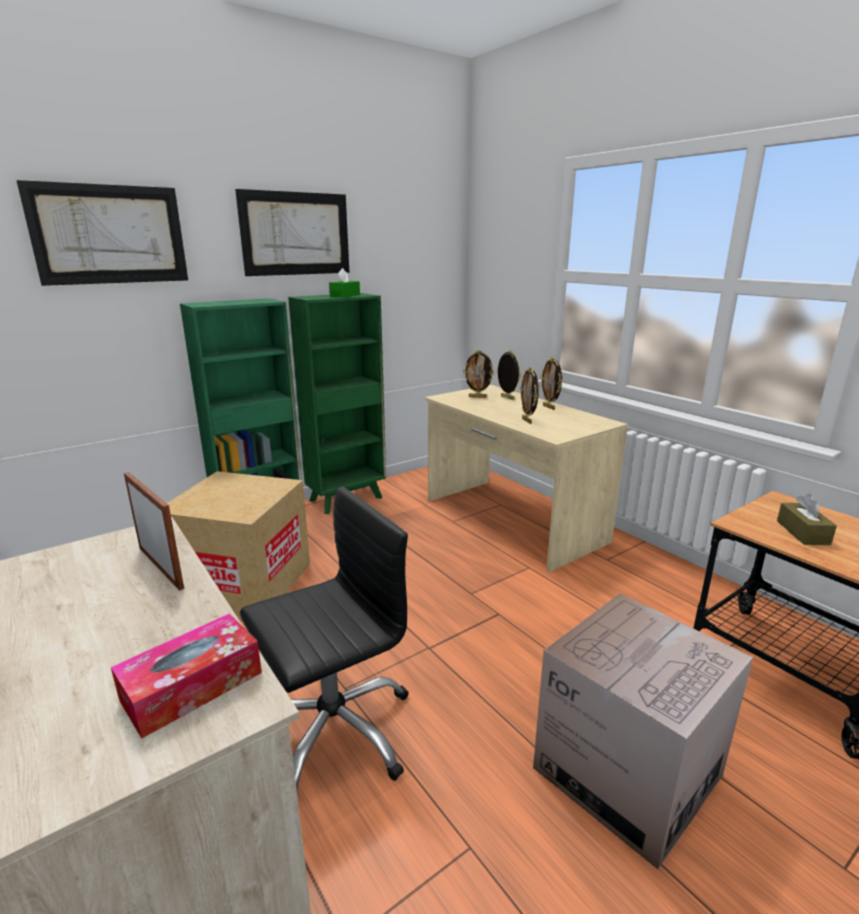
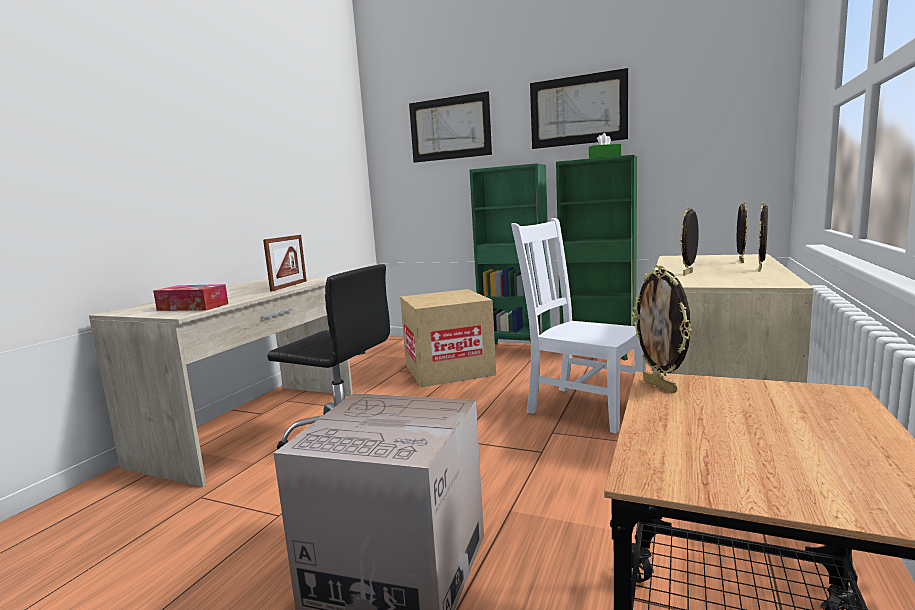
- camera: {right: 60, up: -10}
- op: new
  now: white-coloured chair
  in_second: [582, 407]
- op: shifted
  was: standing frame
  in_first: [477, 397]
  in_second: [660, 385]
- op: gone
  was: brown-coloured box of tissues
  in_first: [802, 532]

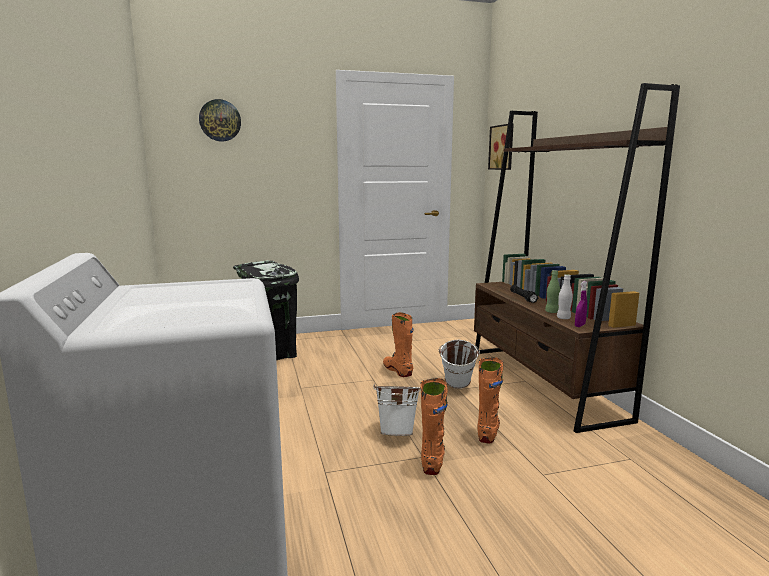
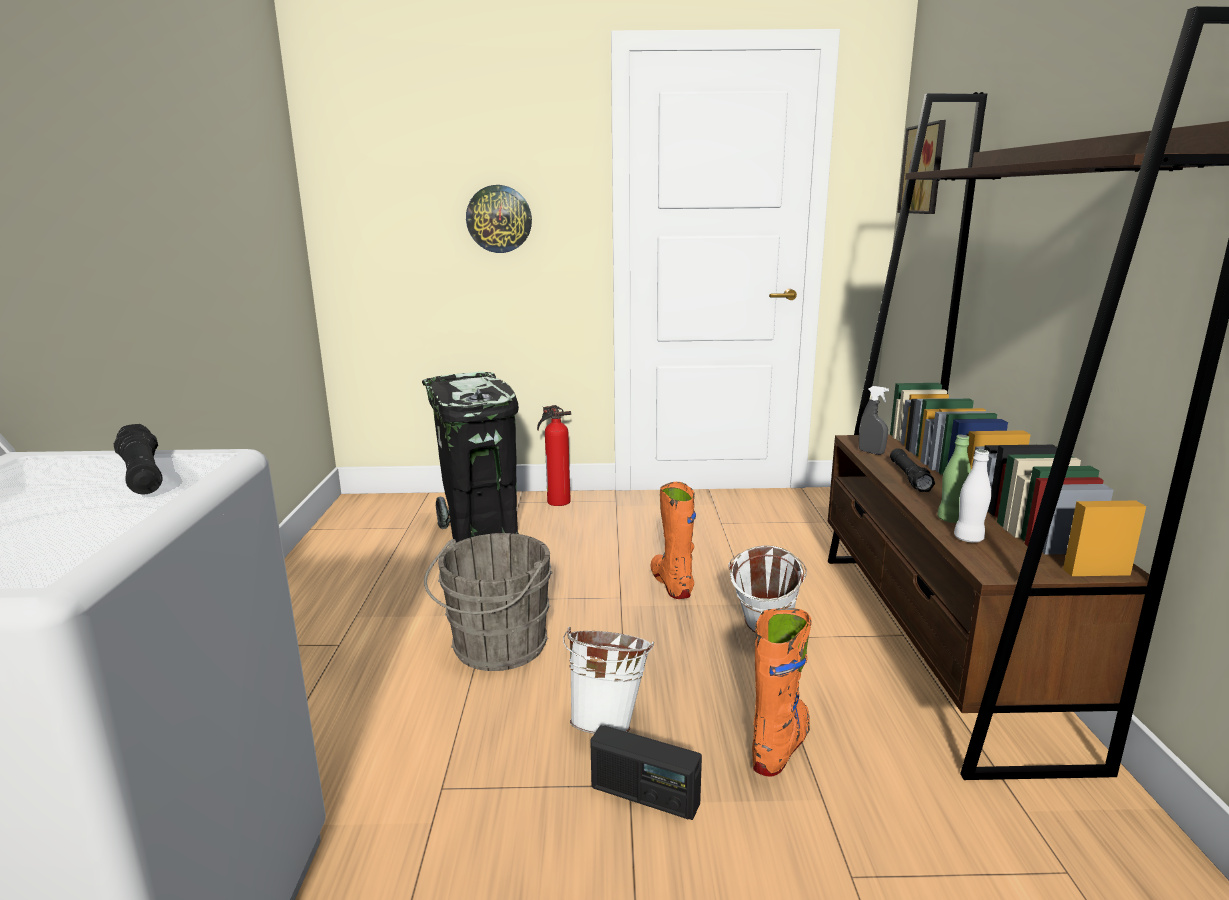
- camera: {right: 15, up: 5}
- op: new
  now: black-coloured flashlight
  in_second: [142, 475]
- op: new
  now: greyish pail
  in_second: [496, 648]
- op: shifted
  was: hanging clock
  in_first: [220, 120]
  in_second: [499, 219]
- op: new
  now: extinguisher
  in_second: [557, 501]
- op: swapped
  was: orange-coloured tall boot
  now: radio
  in_first: [433, 460]
  in_second: [644, 795]
- op: new
  now: greyish sprayer
  in_second: [871, 452]
- op: gone
  was: purple sprayer
  in_first: [580, 325]

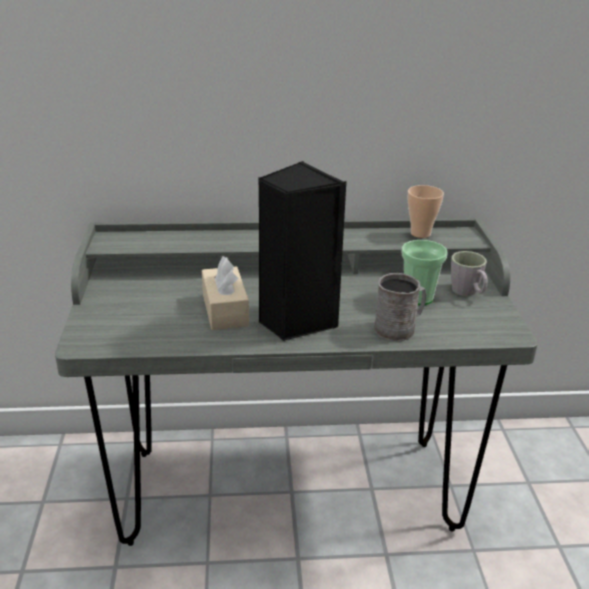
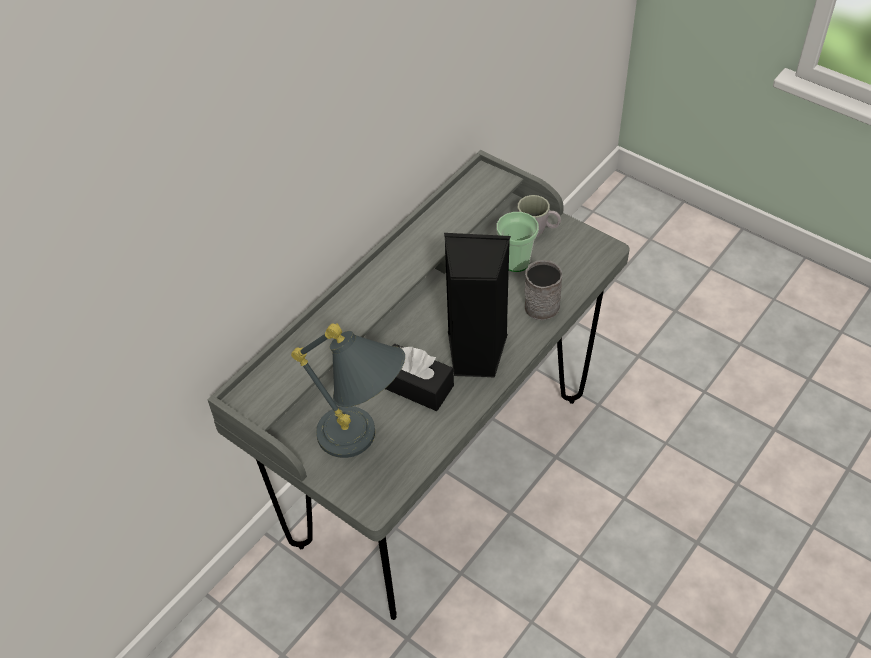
- camera: {right: -45, up: 20}
- op: new
  now: greyish lamp for a table
  in_second: [364, 443]
- op: repainted
  was: sand-coloured box of tissues
  now: black-coloured box of tissues
  in_first: [225, 310]
  in_second: [416, 386]
- op: gone
  was: small cup
  in_first: [420, 233]

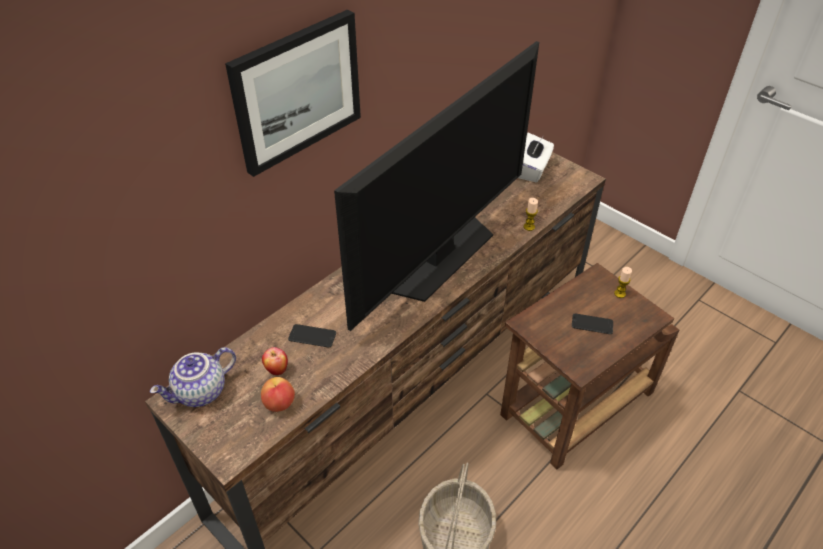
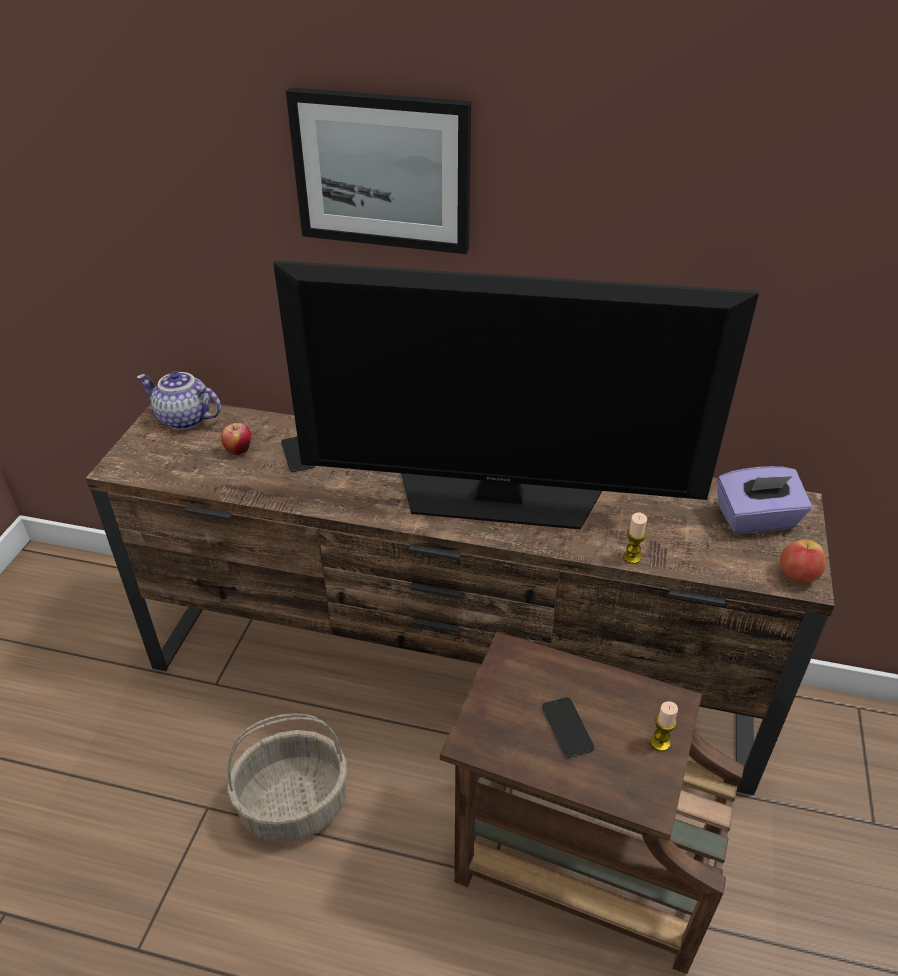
- camera: {right: 60, up: -5}
- op: repainted
  was: white-coloured box of tissues
  now: purple box of tissues
  in_first: [531, 169]
  in_second: [756, 519]
- op: shifted
  was: apple fruit
  in_first: [279, 403]
  in_second: [797, 575]

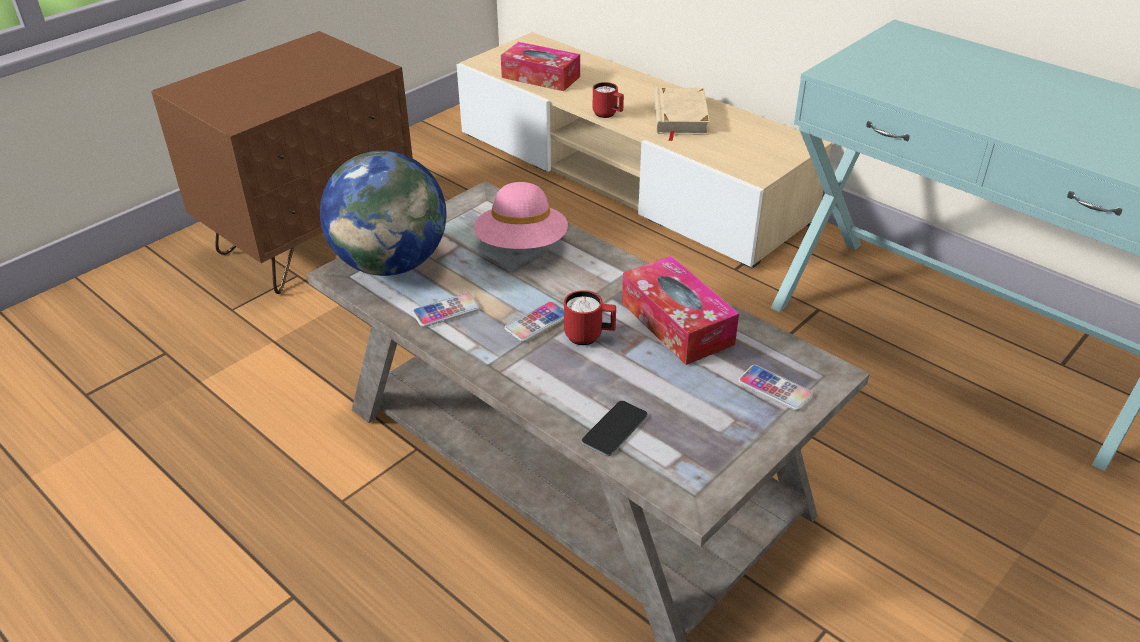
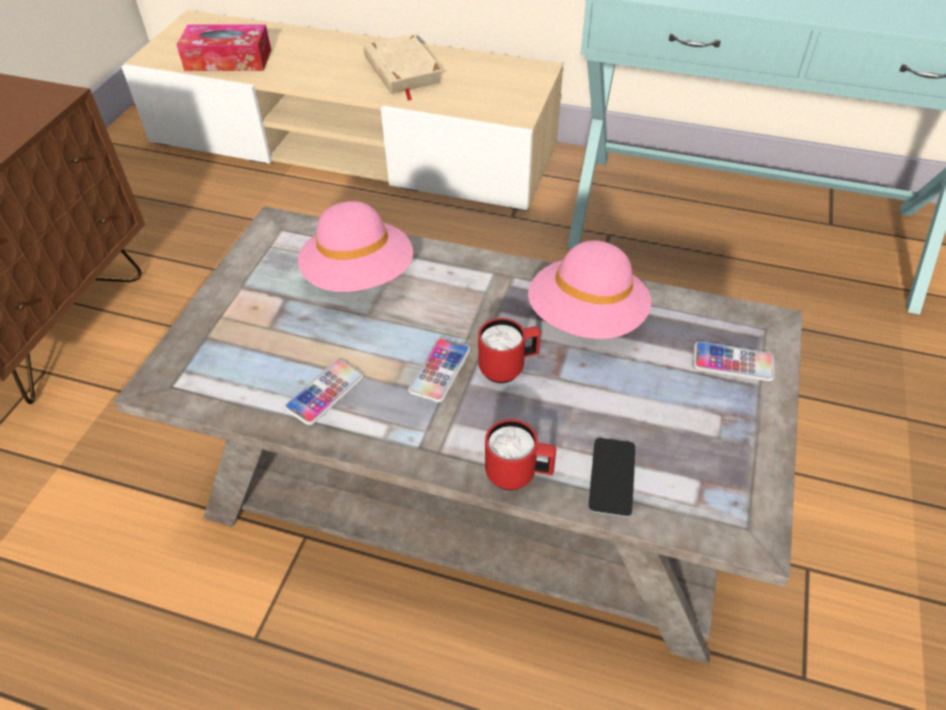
- camera: {right: -25, up: 10}
- op: shifted
  was: red-coloured mug
  in_first: [608, 115]
  in_second: [518, 475]
- op: swapped
  was: box of tissues
  now: pinkish wearable hat
  in_first: [677, 323]
  in_second: [586, 318]
- op: gone
  was: desk globe
  in_first: [391, 264]

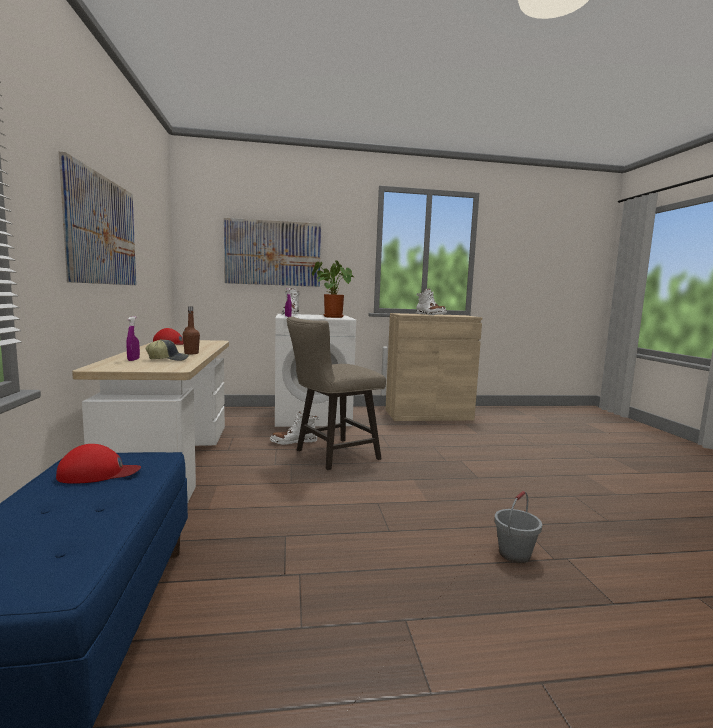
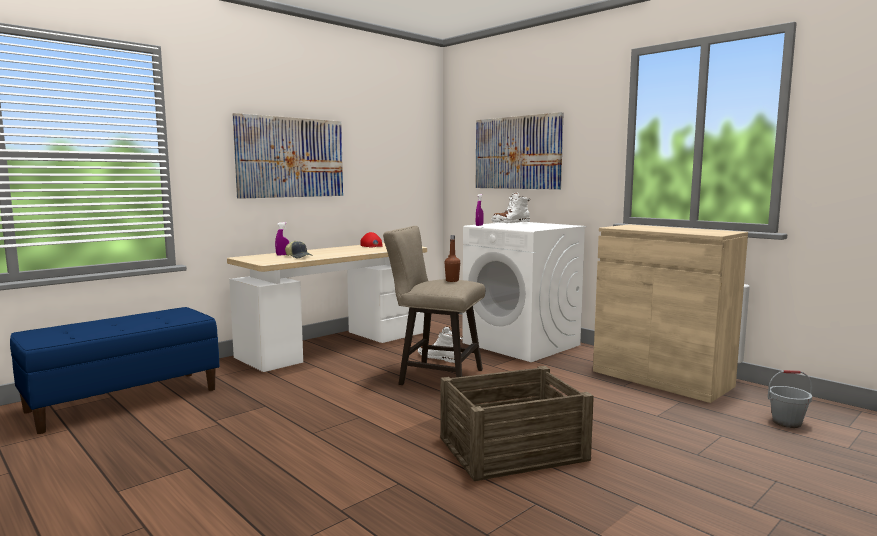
- camera: {right: 55, up: 0}
- op: new
  now: packing crate
  in_second: [513, 449]
- op: shifted
  was: brown-coloured beverage bottle
  in_first: [191, 353]
  in_second: [452, 281]
- op: shifted
  was: greyish pail
  in_first: [514, 554]
  in_second: [787, 422]
- op: gone
  was: red-coloured cap
  in_first: [98, 473]
- op: gone
  was: houseplant
  in_first: [331, 317]
- op: gone
  was: white-coloured tall boot
  in_first: [430, 314]

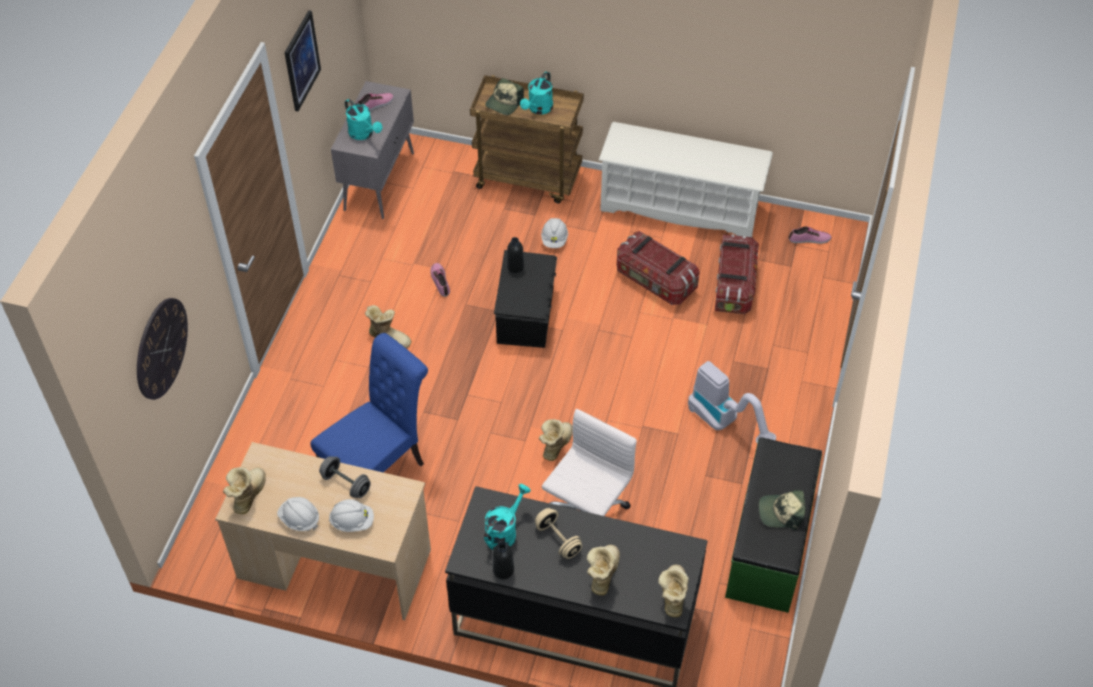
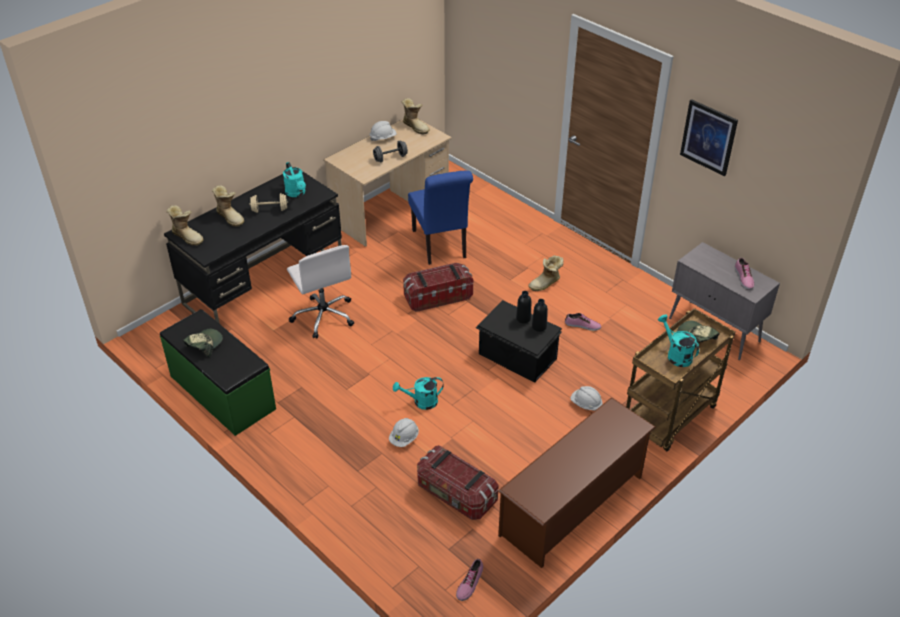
- camera: {right: 120, up: -10}
- op: shifted
  was: white-coloured safety helmet
  in_first: [352, 522]
  in_second: [404, 438]
- op: shifted
  was: turquoise sprinkling can
  in_first: [364, 134]
  in_second: [421, 402]
- op: shifted
  was: storage box
  in_first: [655, 281]
  in_second: [437, 297]
- op: repainted
  was: white-coloured shoe rack
  now: brown-coloured shoe rack
  in_first: [681, 207]
  in_second: [572, 505]
- op: shifted
  was: black-coloured beverage bottle
  in_first: [503, 570]
  in_second: [523, 318]
- op: gone
  was: hanging clock
  in_first: [161, 348]
- op: gone
  was: tall boot
  in_first: [555, 445]
- op: gone
  was: vacuum cleaner
  in_first: [725, 423]

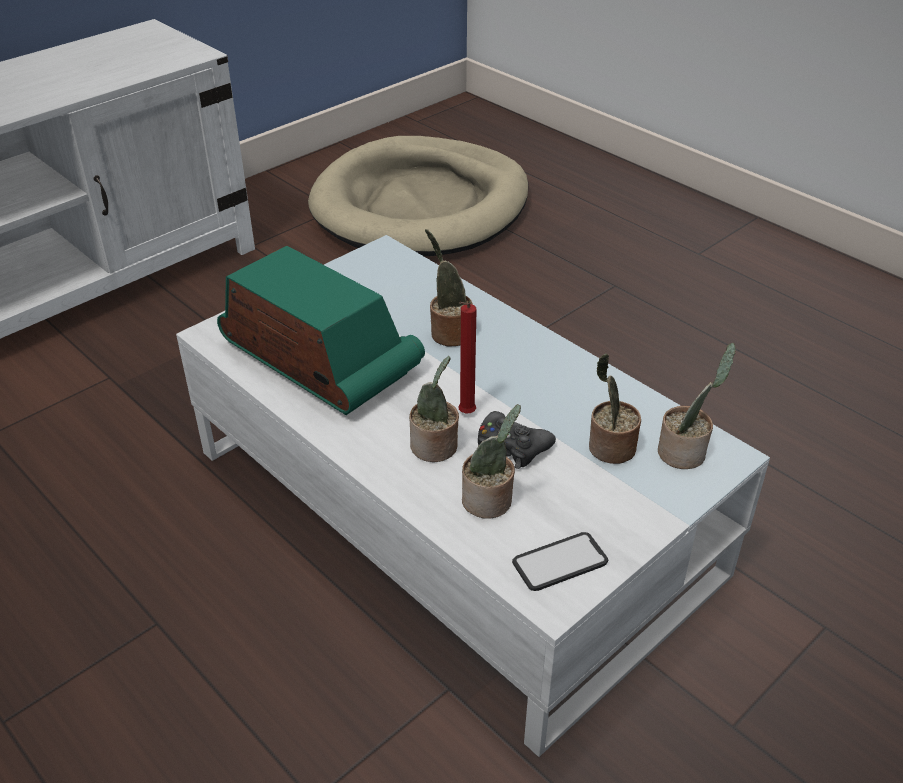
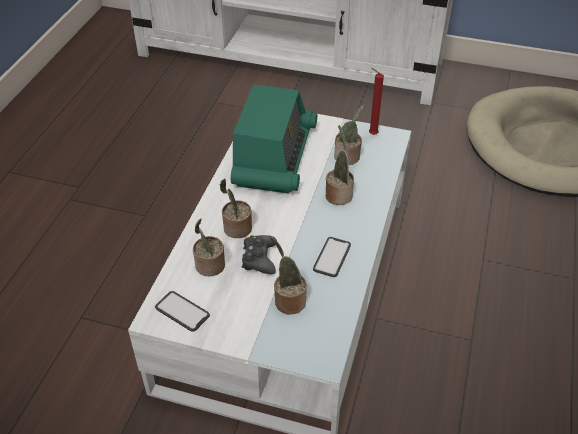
- camera: {right: 60, up: 5}
- op: new
  now: handset
  in_second: [332, 257]
- op: shifted
  was: houseplant
  in_first: [685, 452]
  in_second: [348, 158]
- op: shifted
  was: red-coloured wax light
  in_first: [465, 415]
  in_second: [371, 134]

